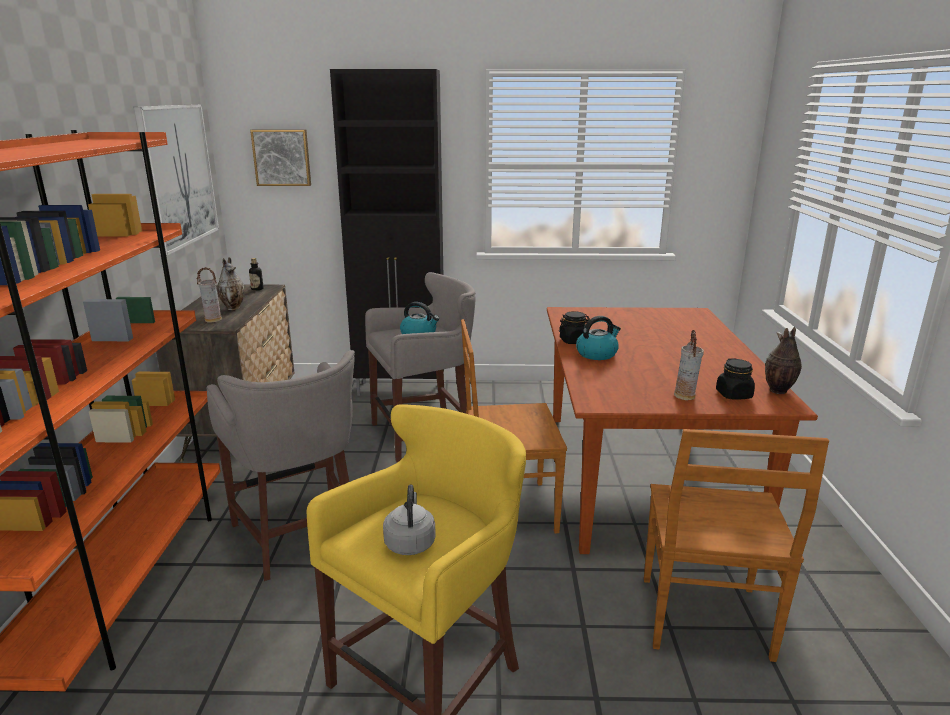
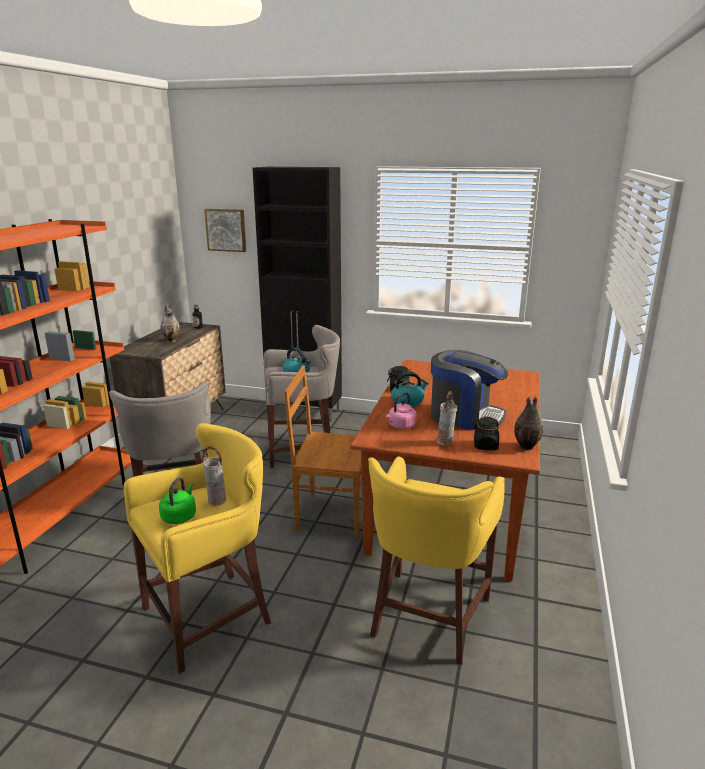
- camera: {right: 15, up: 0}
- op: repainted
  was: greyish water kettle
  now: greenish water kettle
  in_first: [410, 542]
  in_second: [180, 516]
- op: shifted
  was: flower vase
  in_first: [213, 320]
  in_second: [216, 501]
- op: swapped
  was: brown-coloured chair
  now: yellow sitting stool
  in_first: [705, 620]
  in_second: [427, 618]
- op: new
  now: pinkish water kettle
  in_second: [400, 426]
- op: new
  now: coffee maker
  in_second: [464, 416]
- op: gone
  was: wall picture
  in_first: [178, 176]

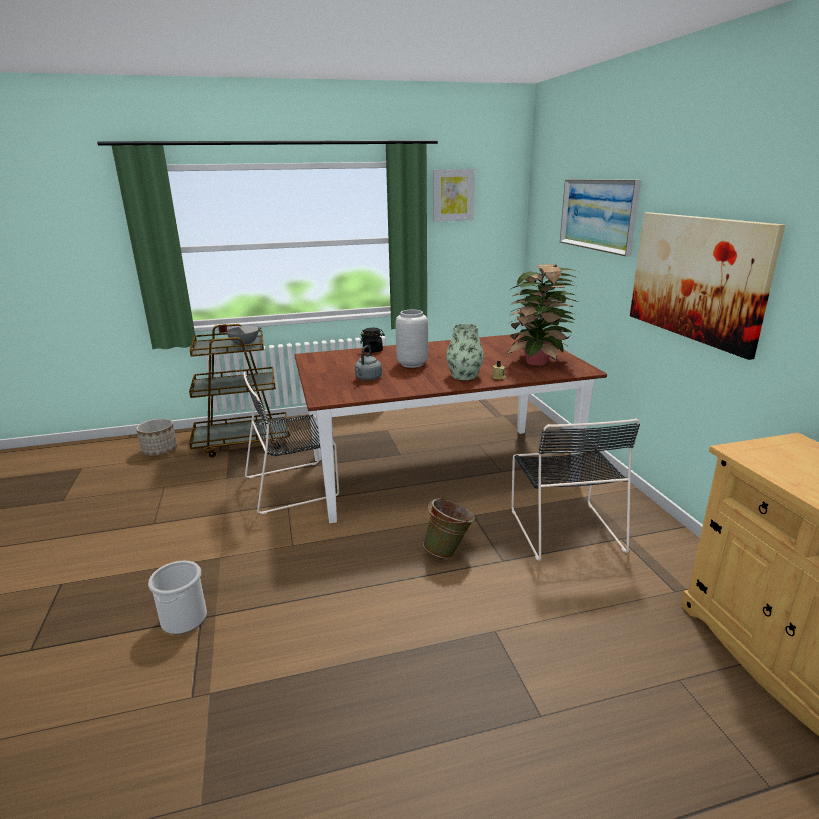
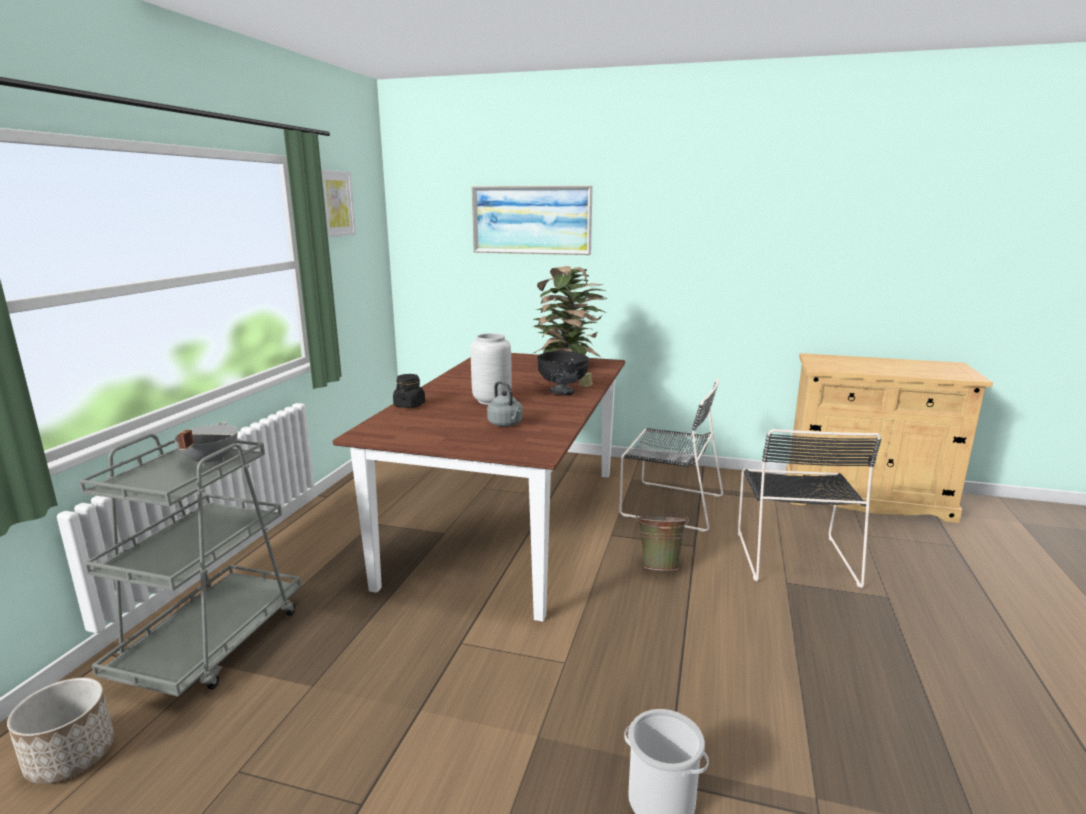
- camera: {right: -60, up: -5}
- op: repainted
  was: brown-coloured cart
  now: greyish cart
  in_first: [243, 442]
  in_second: [212, 642]
- op: swapped
  was: flower vase
  now: black-coloured bowl
  in_first: [464, 375]
  in_second: [562, 392]
- op: shifted
  was: black-coloured chair
  in_first: [294, 485]
  in_second: [794, 555]
- op: gone
  was: wall picture
  in_first: [696, 278]

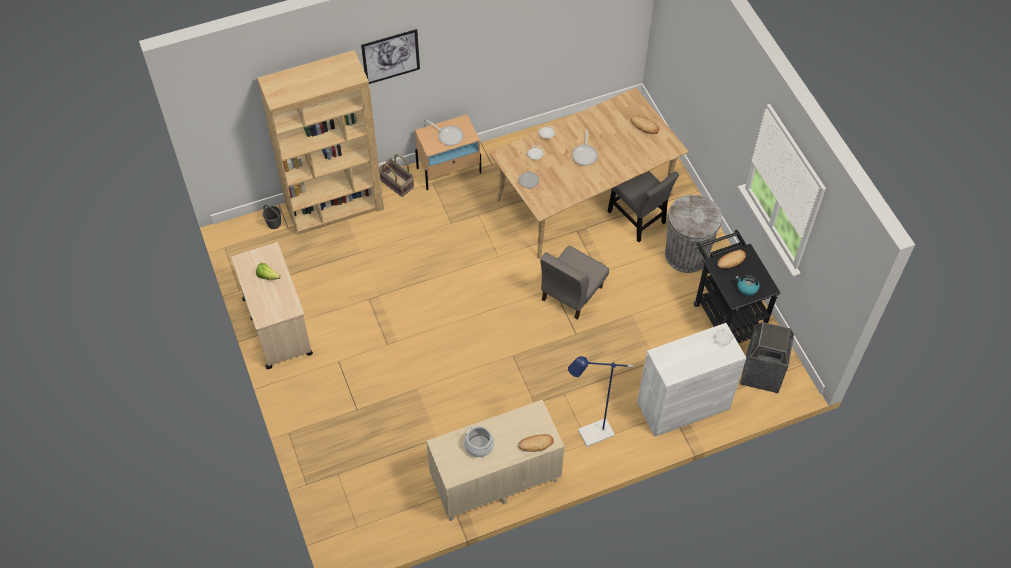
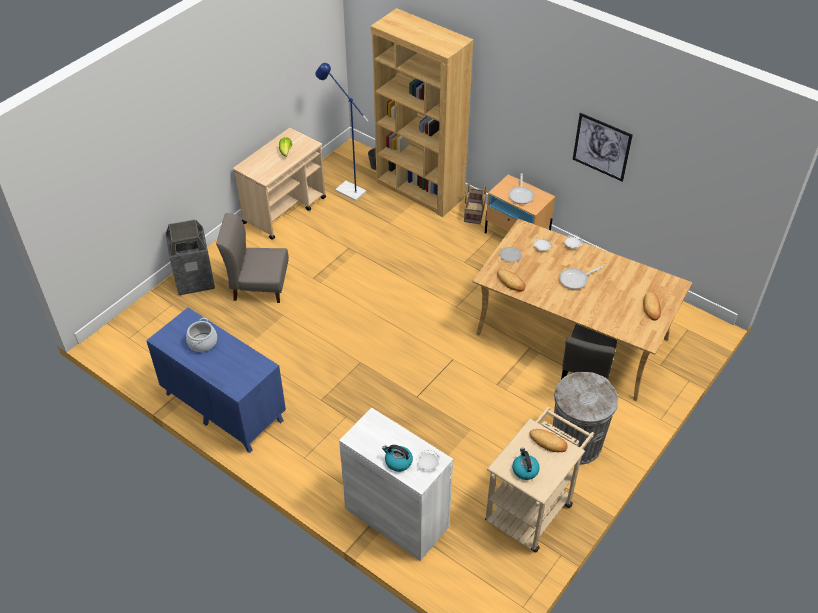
- camera: {right: 60, up: -10}
- op: repainted
  was: sand-coloured dresser
  now: bluish dresser
  in_first: [494, 480]
  in_second: [223, 407]
- op: shifted
  was: waste bin
  in_first: [761, 373]
  in_second: [194, 280]
- op: shifted
  was: greyish chair
  in_first: [571, 293]
  in_second: [259, 286]
- op: shifted
  was: bluish standing lamp
  in_first: [590, 435]
  in_second: [346, 189]
- op: new
  now: water kettle
  in_second: [398, 462]
- op: repainted
  was: black-coloured cart
  now: sand-coloured cart
  in_first: [725, 313]
  in_second: [533, 507]
- op: shifted
  was: bakery bread
  in_first: [536, 444]
  in_second: [510, 282]
- op: shifted
  was: wall picture
  in_first: [390, 56]
  in_second: [601, 147]

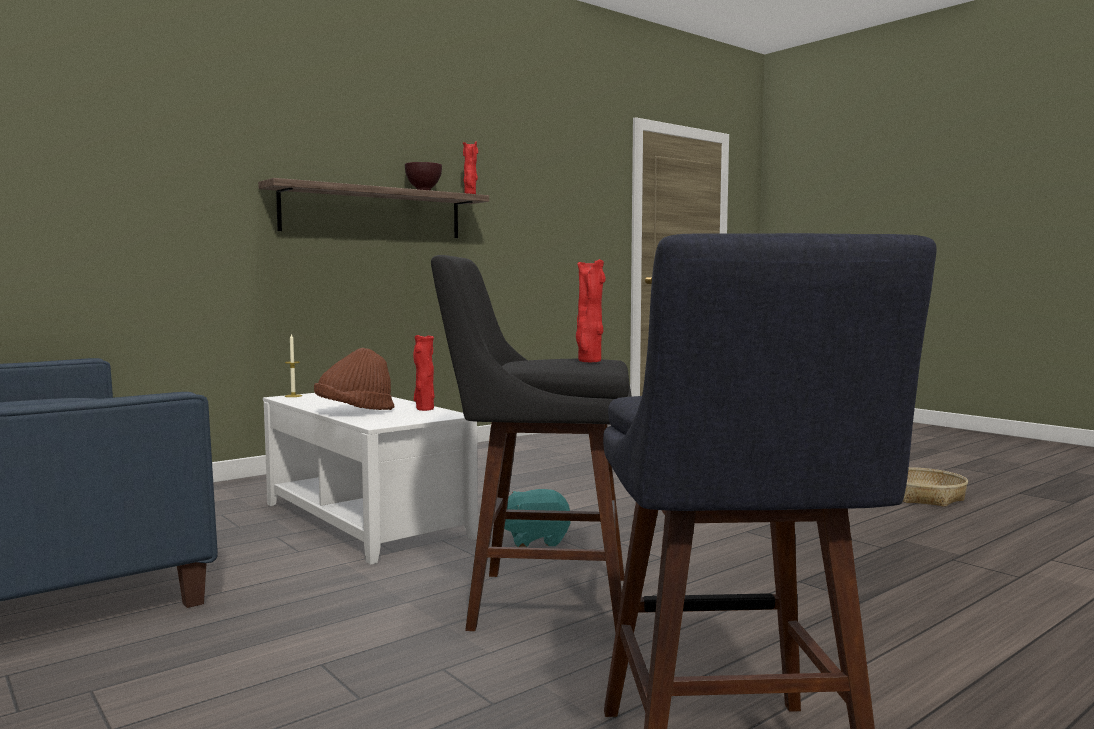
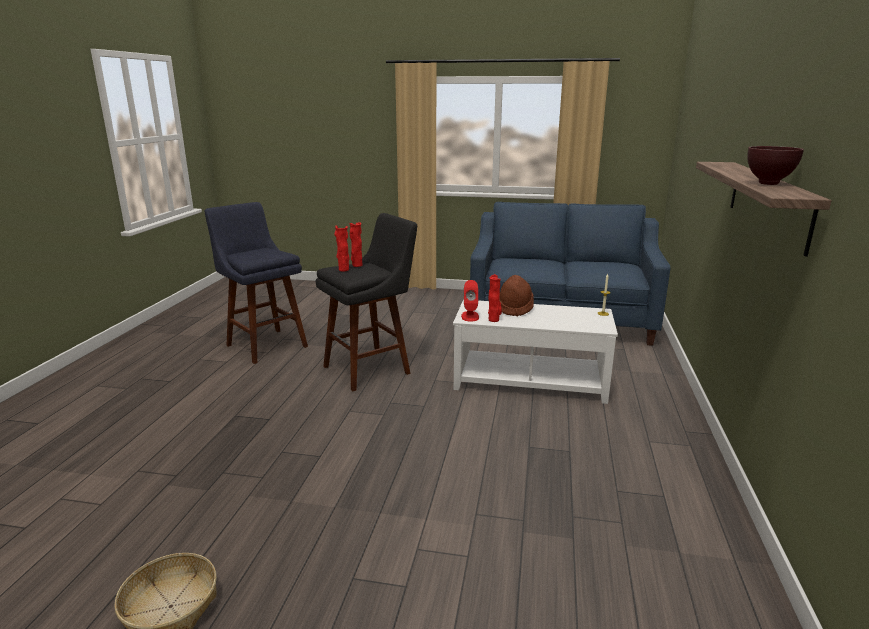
- camera: {right: 140, up: 15}
- op: shifted
  was: red-coloured flower vase
  in_first: [470, 194]
  in_second: [357, 265]
- op: new
  now: red-coloured speaker
  in_second: [470, 316]
- op: gone
  was: turquoise soft toy
  in_first: [535, 540]

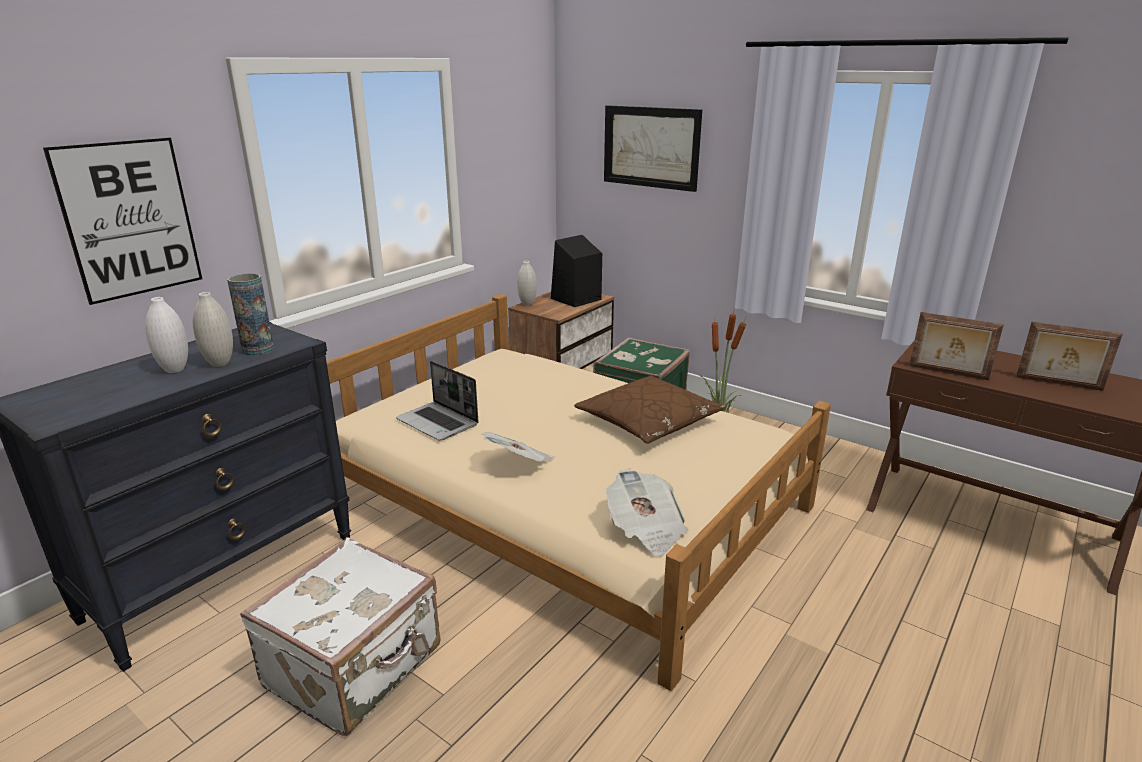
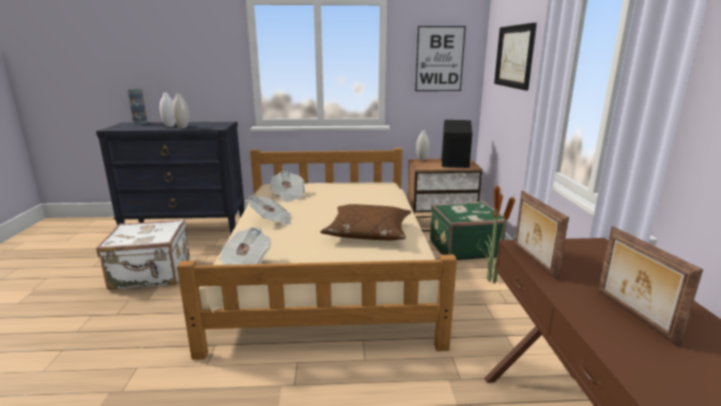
- camera: {right: 50, up: -5}
- op: shifted
  was: flower vase
  in_first: [258, 349]
  in_second: [140, 123]
- op: swapped
  was: notebook computer
  now: daily paper
  in_first: [439, 422]
  in_second: [288, 196]
- op: shifted
  was: wall picture
  in_first: [129, 219]
  in_second: [439, 59]

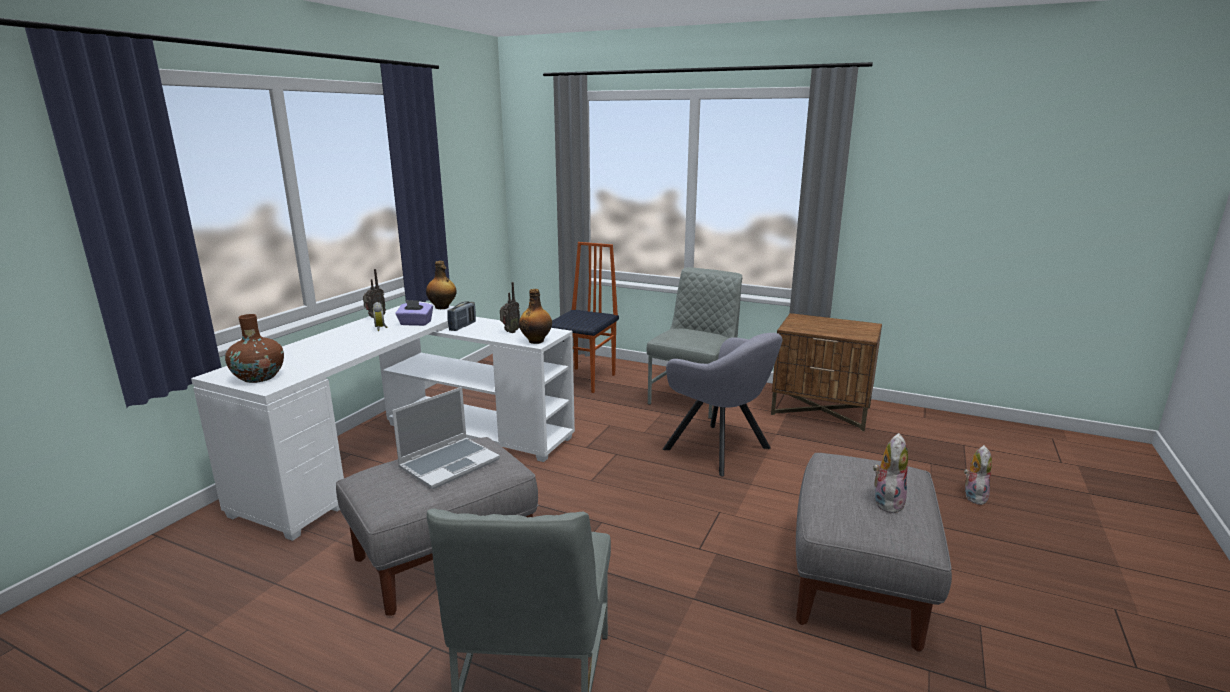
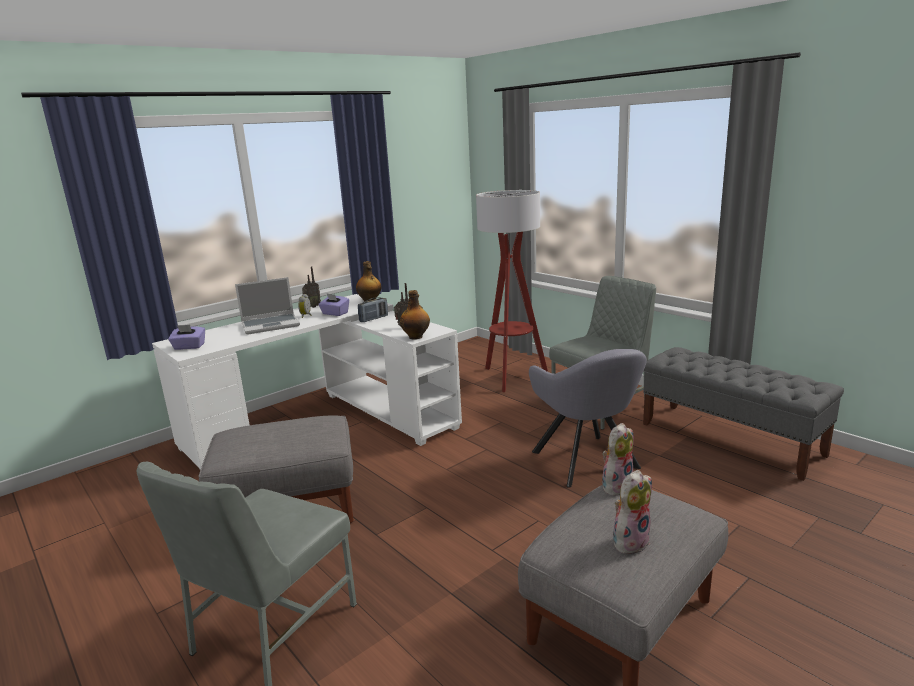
- camera: {right: 25, up: 0}
- op: swapped
  was: brown-coloured flower vase
  now: purple box of tissues
  in_first: [259, 377]
  in_second: [189, 347]
- op: shifted
  was: notebook computer
  in_first: [450, 463]
  in_second: [271, 325]
- op: swapped
  was: chair
  now: standing lamp
  in_first: [585, 380]
  in_second: [512, 377]
- op: shifted
  was: soft toy
  in_first: [973, 496]
  in_second: [616, 486]
- op: swapped
  was: brown-coloured night table
  now: greyish indoor bench
  in_first: [821, 411]
  in_second: [730, 439]

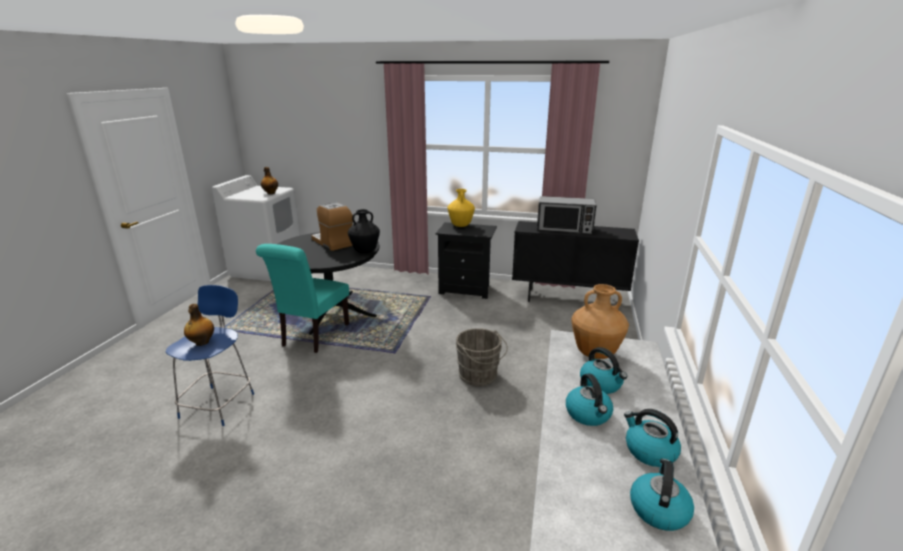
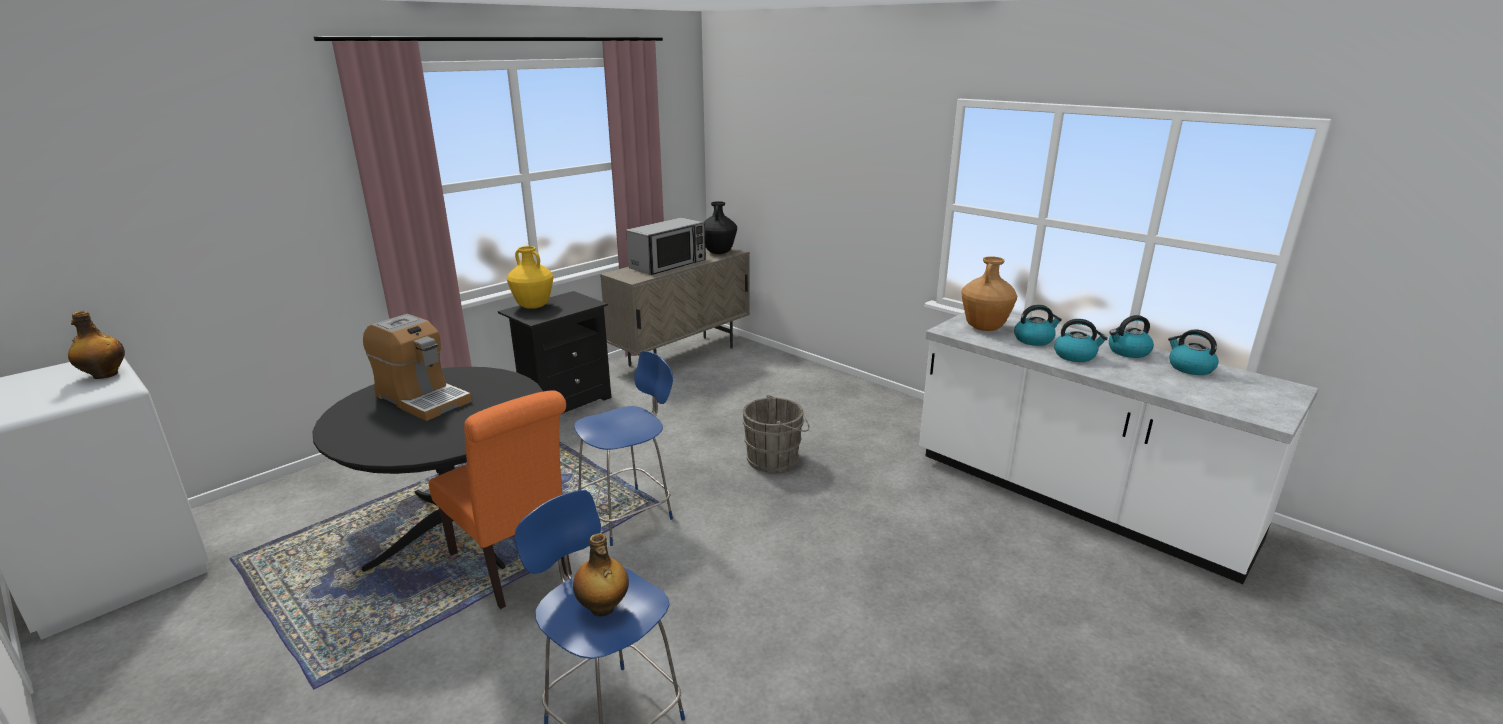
- camera: {right: -60, up: 0}
- op: rotated
  was: coffee maker
  in_first: [333, 242]
  in_second: [422, 399]
  clockwise: -135
- op: repainted
  was: turquoise chair
  now: orange-coloured chair
  in_first: [313, 337]
  in_second: [515, 567]
- op: new
  now: bluish sitting stool
  in_second: [628, 514]
- op: repainted
  was: black-coloured cupboard
  now: sand-coloured cupboard
  in_first: [568, 299]
  in_second: [682, 356]
- op: shifted
  was: black-coloured flower vase
  in_first: [365, 251]
  in_second: [719, 252]

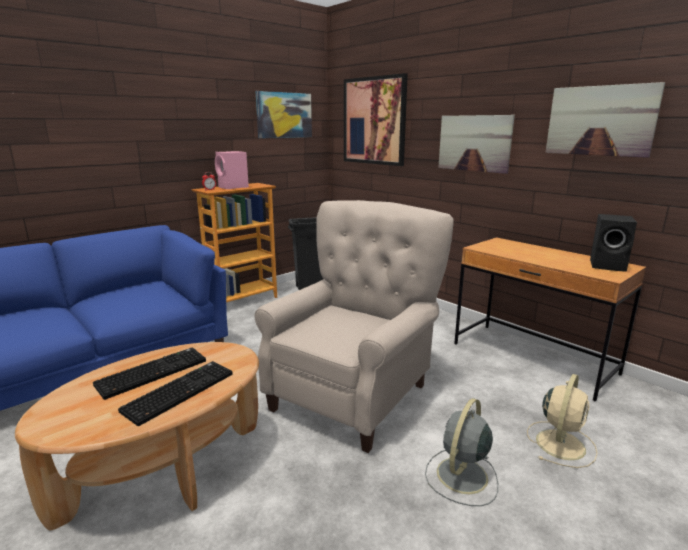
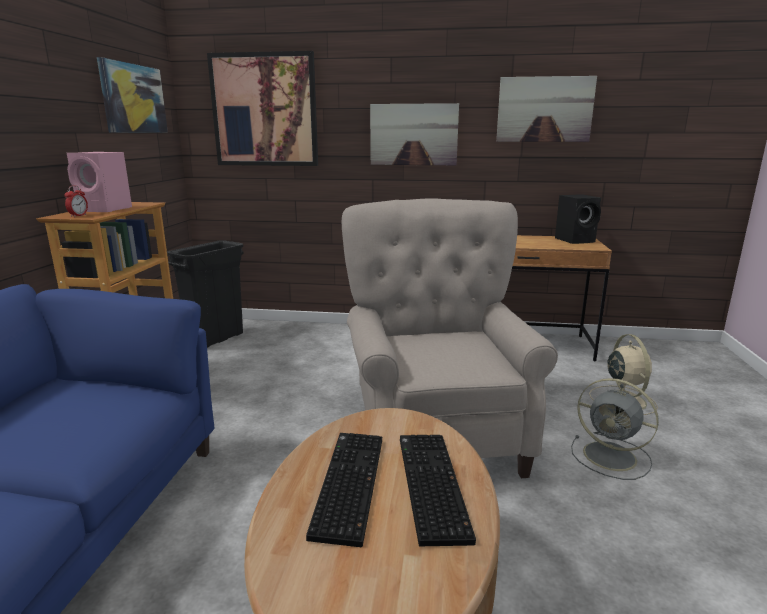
- camera: {right: -40, up: 0}
- op: rotated
  was: greyish cooling fan
  in_first: [461, 476]
  in_second: [612, 457]
  clockwise: -45

